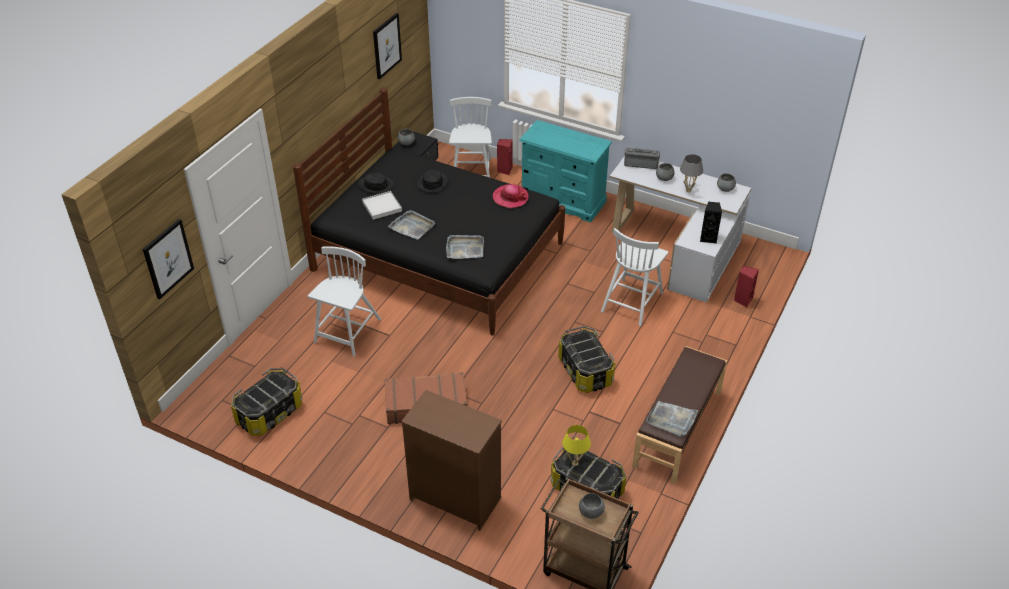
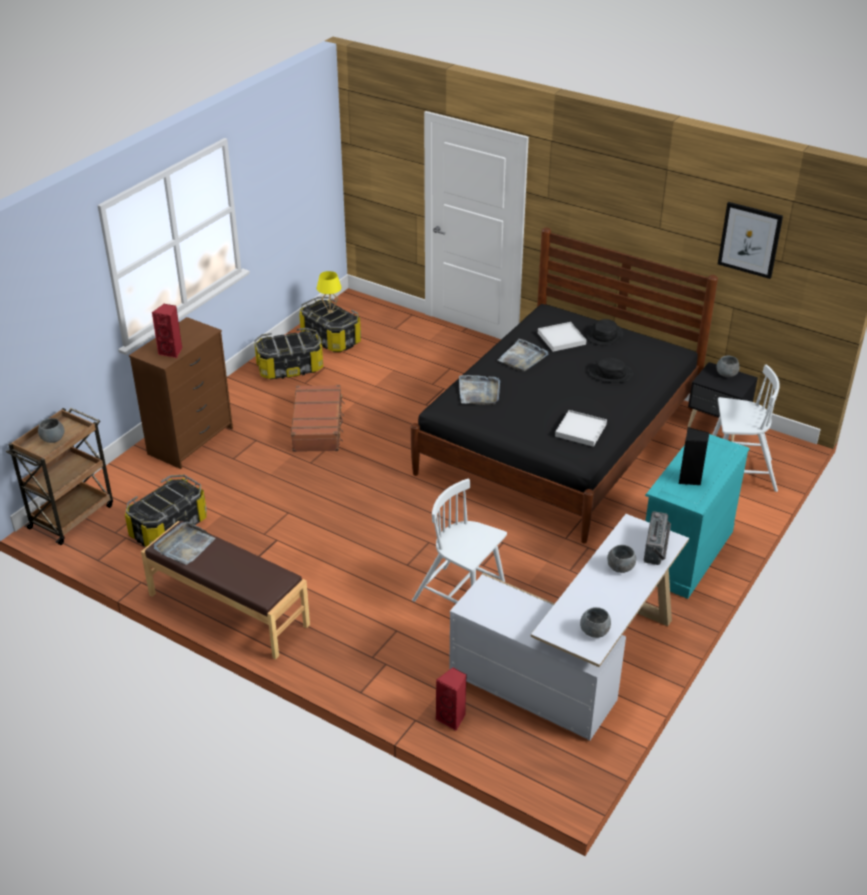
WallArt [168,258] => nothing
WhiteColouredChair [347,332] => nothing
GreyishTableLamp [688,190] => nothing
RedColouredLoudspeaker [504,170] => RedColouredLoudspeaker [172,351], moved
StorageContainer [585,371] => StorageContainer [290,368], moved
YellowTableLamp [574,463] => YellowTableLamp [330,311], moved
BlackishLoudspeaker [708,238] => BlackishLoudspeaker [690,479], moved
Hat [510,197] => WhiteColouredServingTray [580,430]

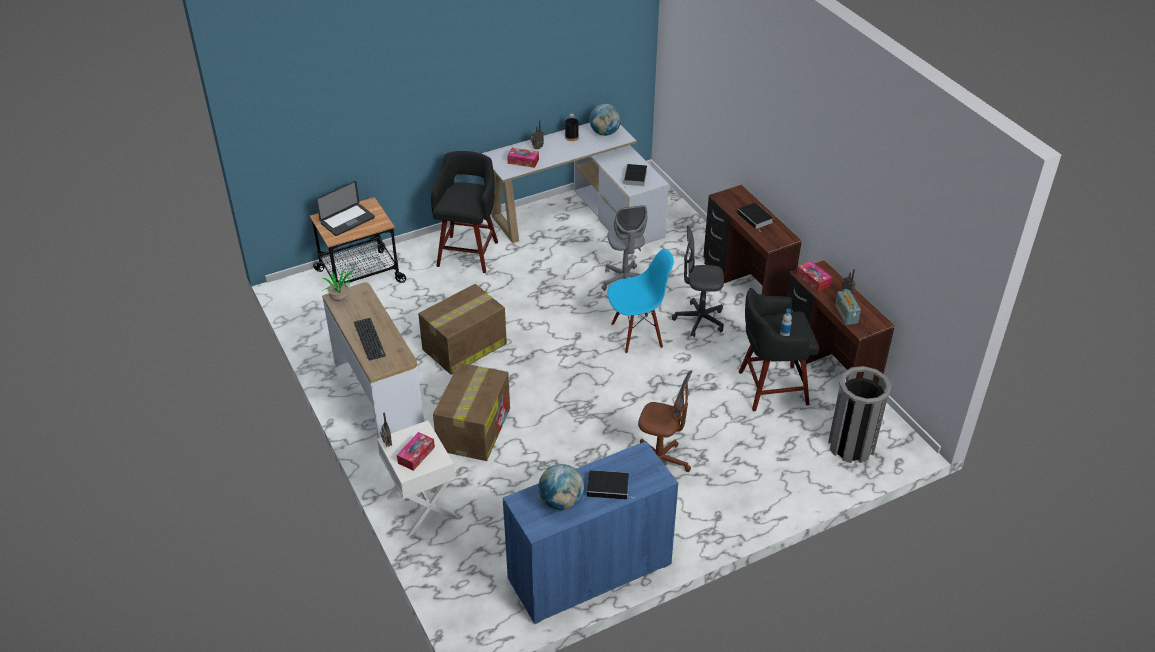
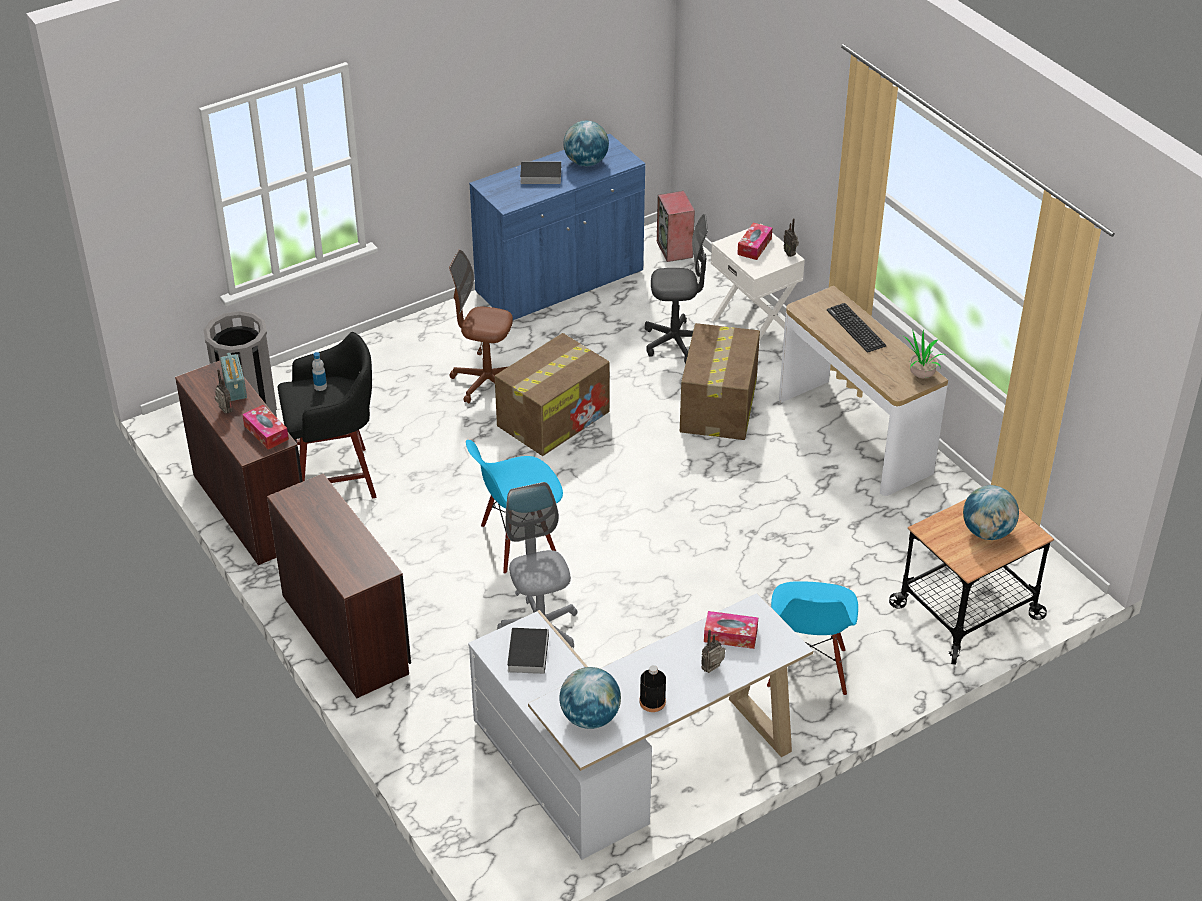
Book [755,218] => nothing
nothing => Loudspeaker [675,249]
PackingBox [463,347] => PackingBox [554,418], moved
GreyishOfficeChair [699,320] => GreyishOfficeChair [676,342], moved
PortableComputer [347,220] => Globe [987,532]
BlackishStoolSeat [468,252] => BlueChair [808,669]

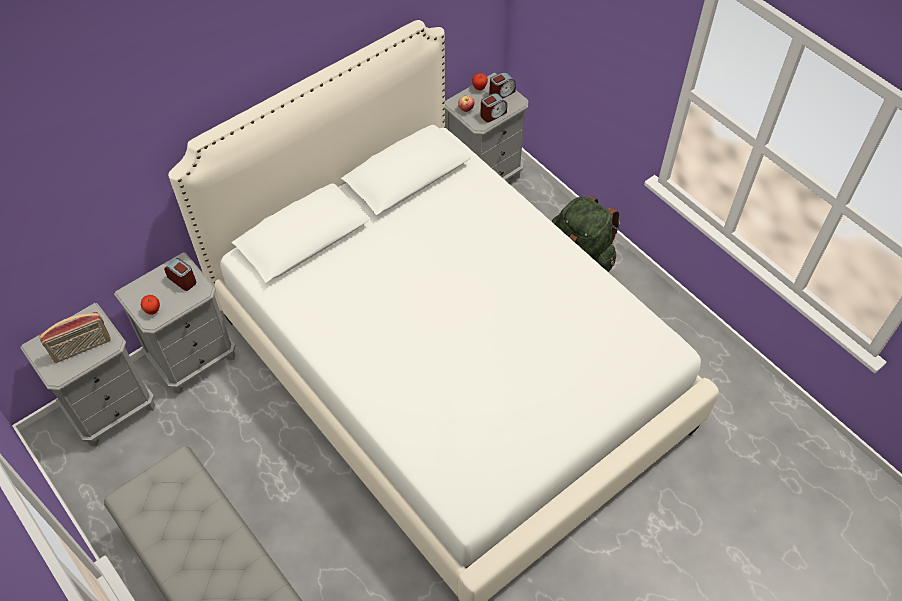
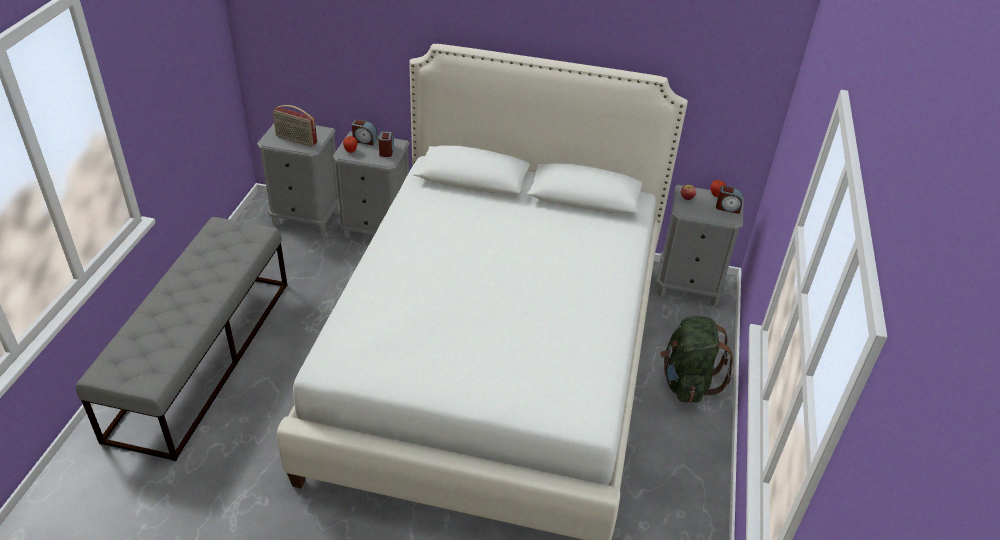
AlarmClock [493,114] => AlarmClock [364,140], moved

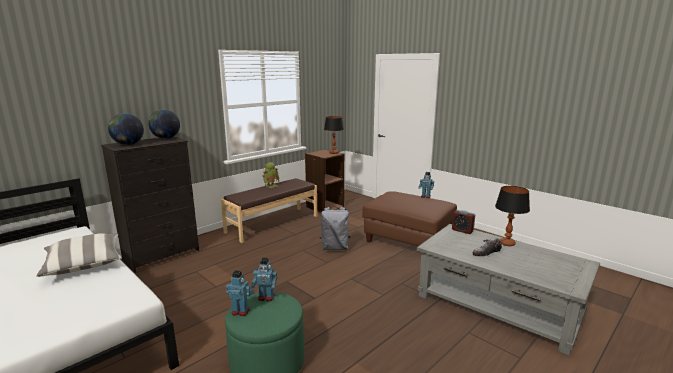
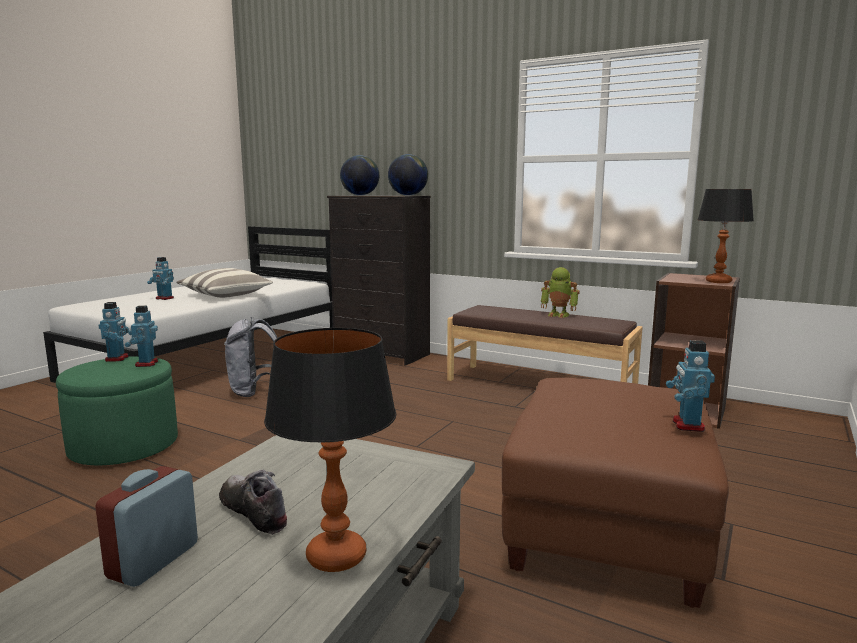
nothing => ModelRobot [164,298]
GreyishBackpack [335,248] => GreyishBackpack [254,392], moved
AlarmClock [462,230] => AlarmClock [153,560], moved

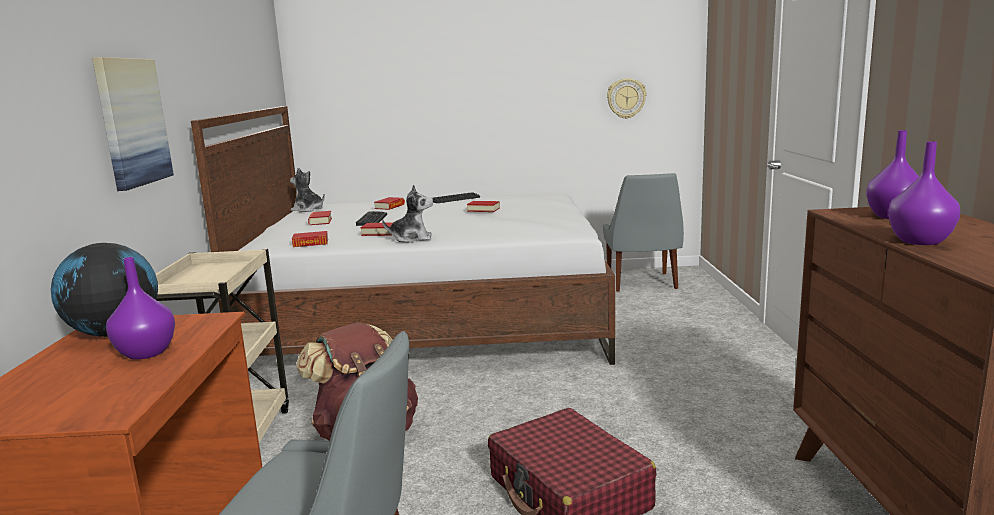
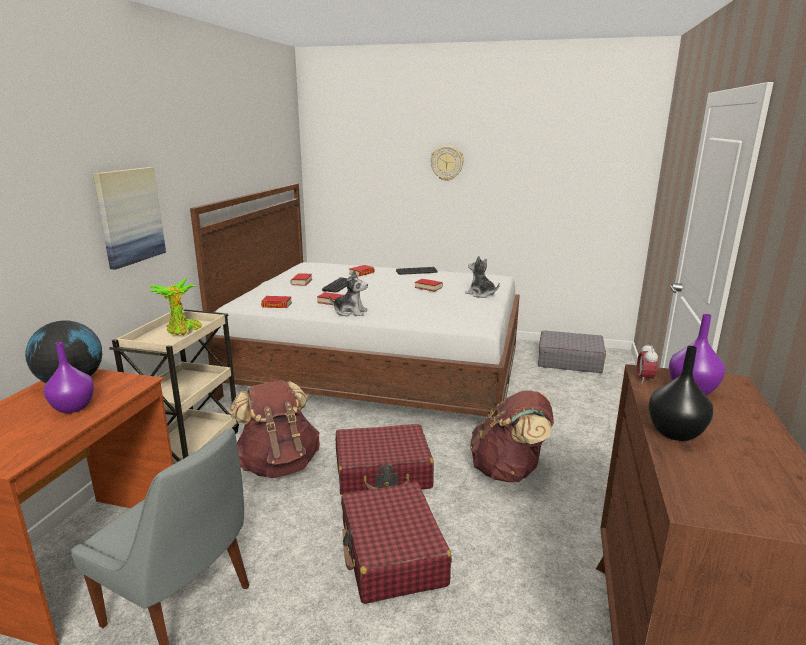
nothing => PottedPlant [182,331]
nothing => RedColouredPieceOfLuggage [383,472]
nothing => BrownColouredBackpack [509,471]
nothing => AlarmClock [644,379]
CuddlyToy [308,209] => CuddlyToy [481,294], moved
WallClock [626,98] => WallClock [447,163], moved
GreyishChair [642,283] => GreyishPieceOfLuggage [569,361]
PurpleVase [919,241] => BlackishVase [674,433]

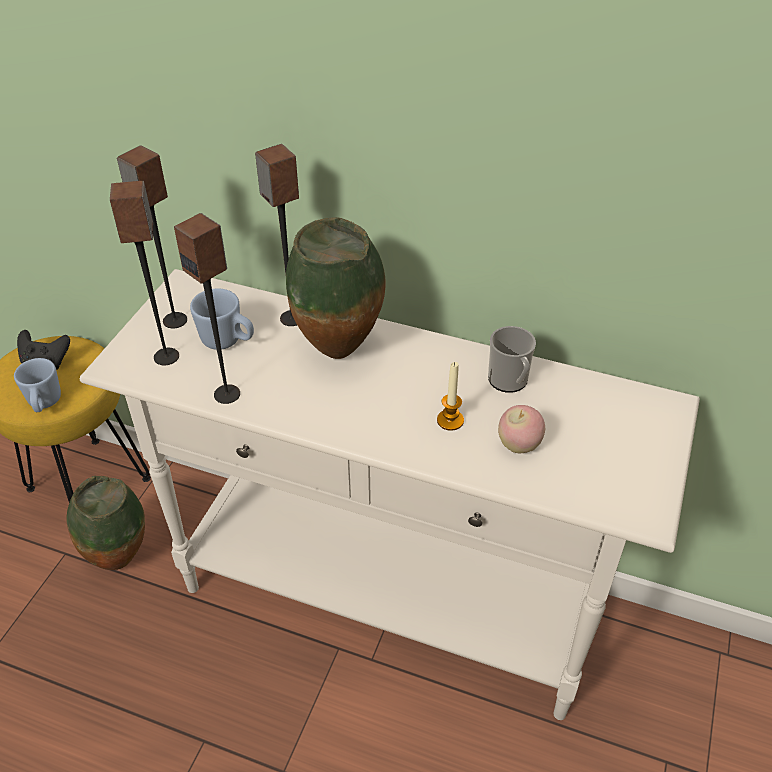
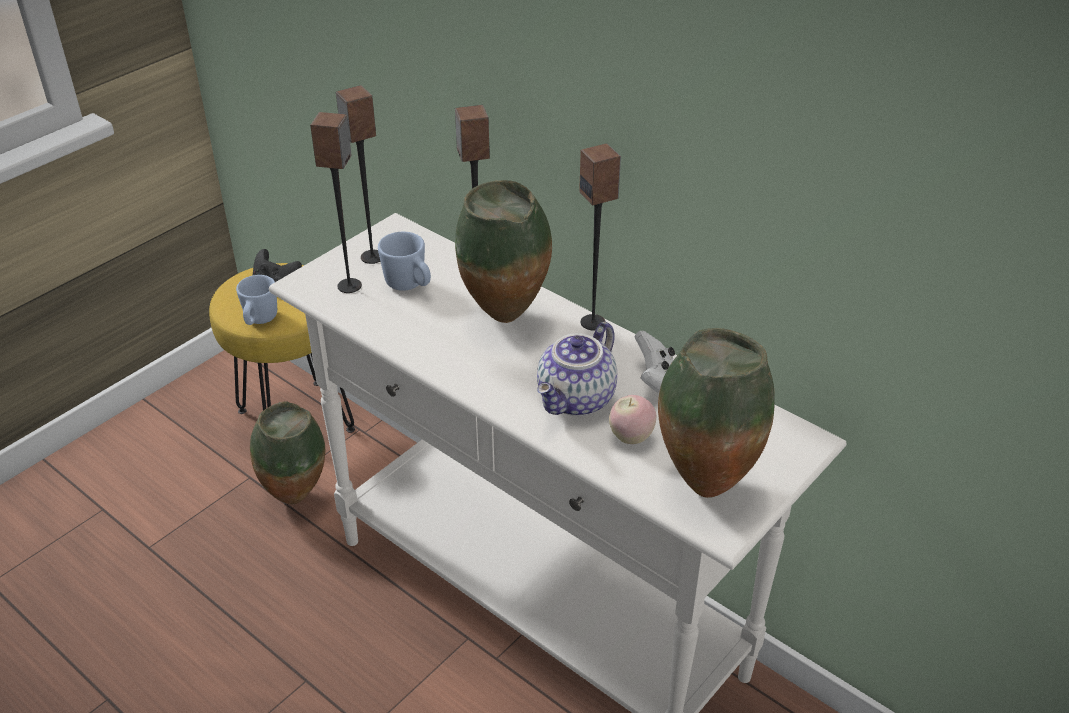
nothing => Vase [703,483]
Loudspeaker [227,394] => Loudspeaker [593,322], moved
Candle [450,420] => TeaPot [577,400]
TeaMug [510,382] => WhiteColouredJoypad [655,381]

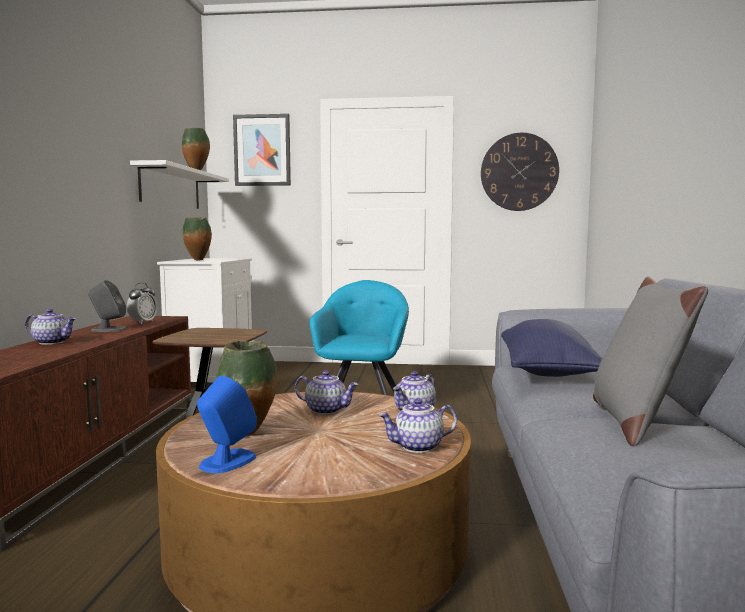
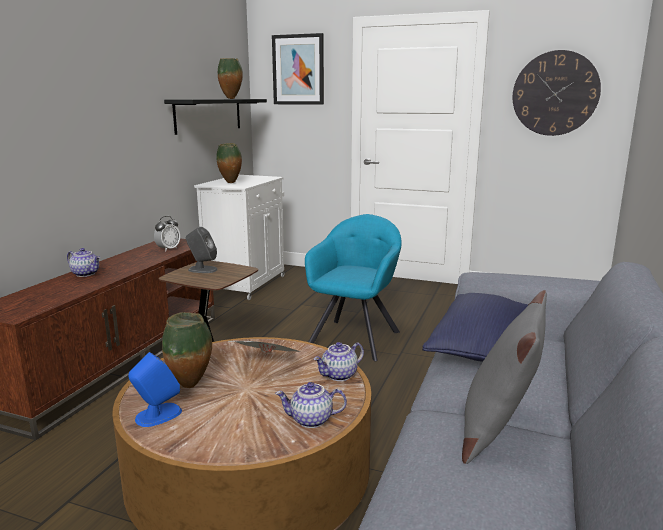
GreyishLoudspeaker [108,329] => GreyishLoudspeaker [202,269], moved
TeaPot [327,410] => Newspaper [268,364]
WhiteColouredShelf [171,188] => BlackishShelf [209,115]

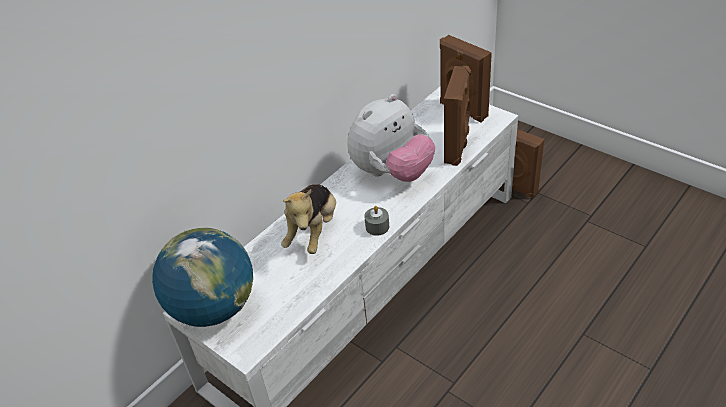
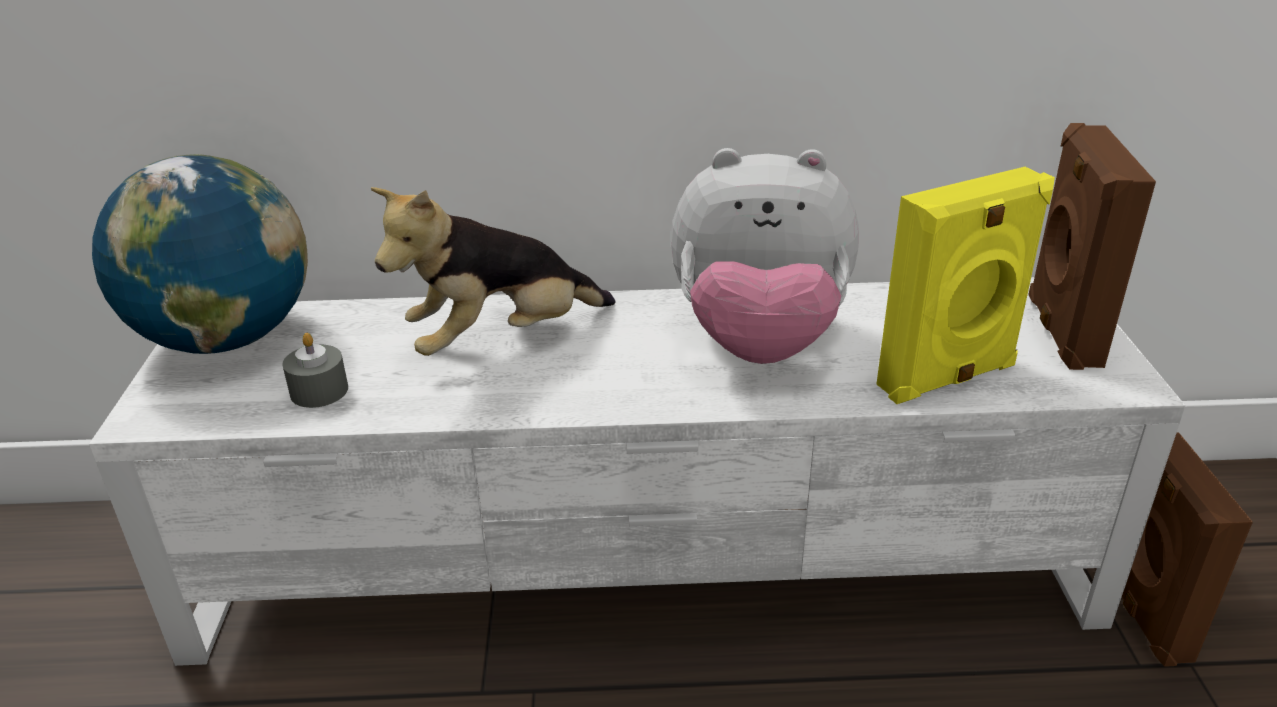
GreyishCandle [377,227] => GreyishCandle [319,391], moved
BrownColouredLoudspeaker [457,147] => YellowLoudspeaker [949,378]

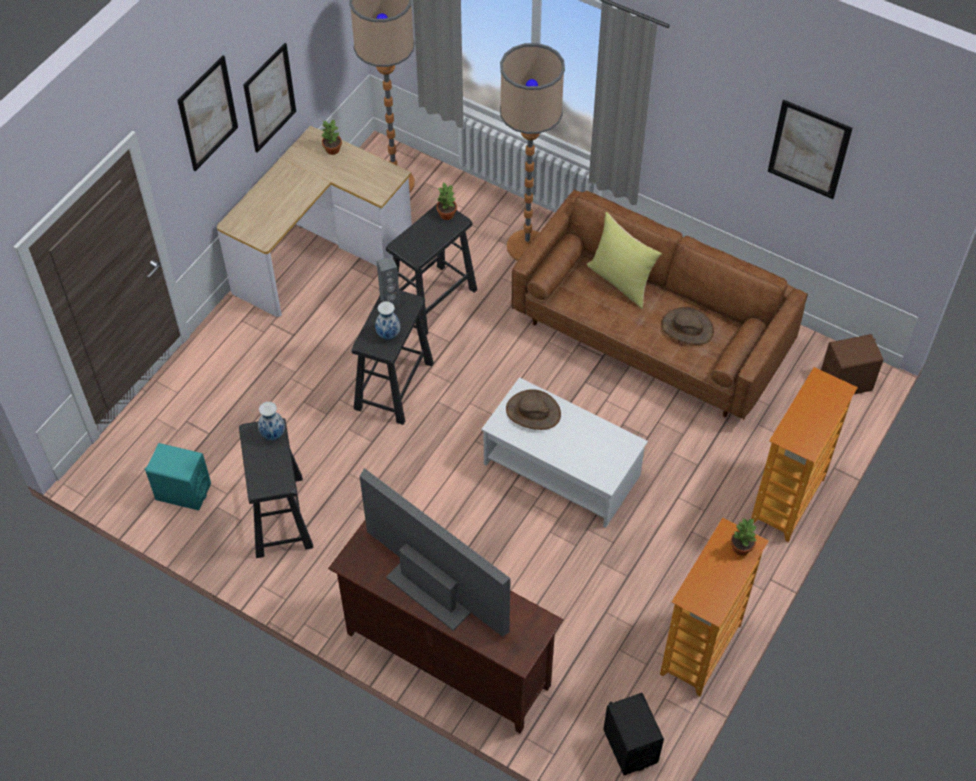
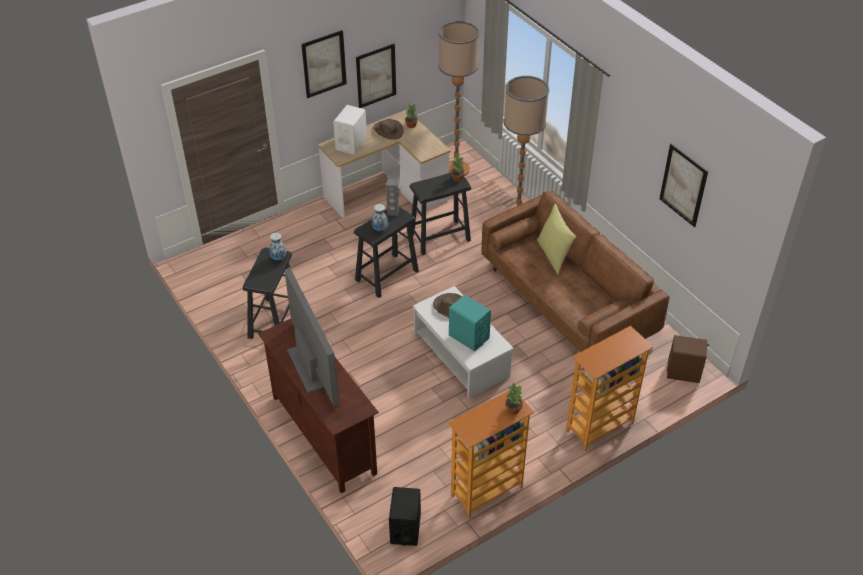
nothing => WhiteColouredLoudspeaker [351,144]
BlueGreenLoudspeaker [183,492] => BlueGreenLoudspeaker [468,337], moved
BrownColouredHat [687,328] => BrownColouredHat [388,130], moved

